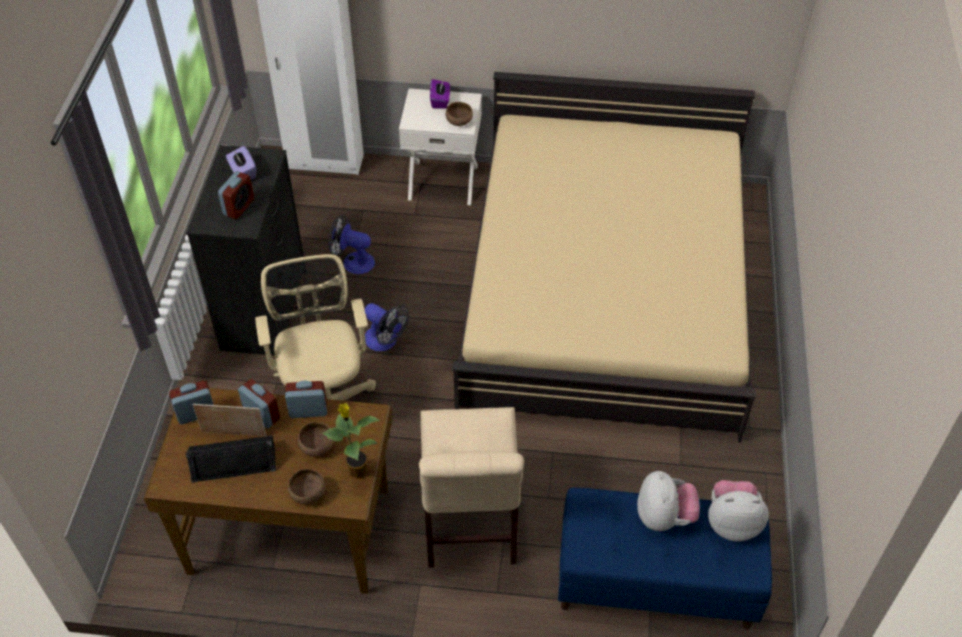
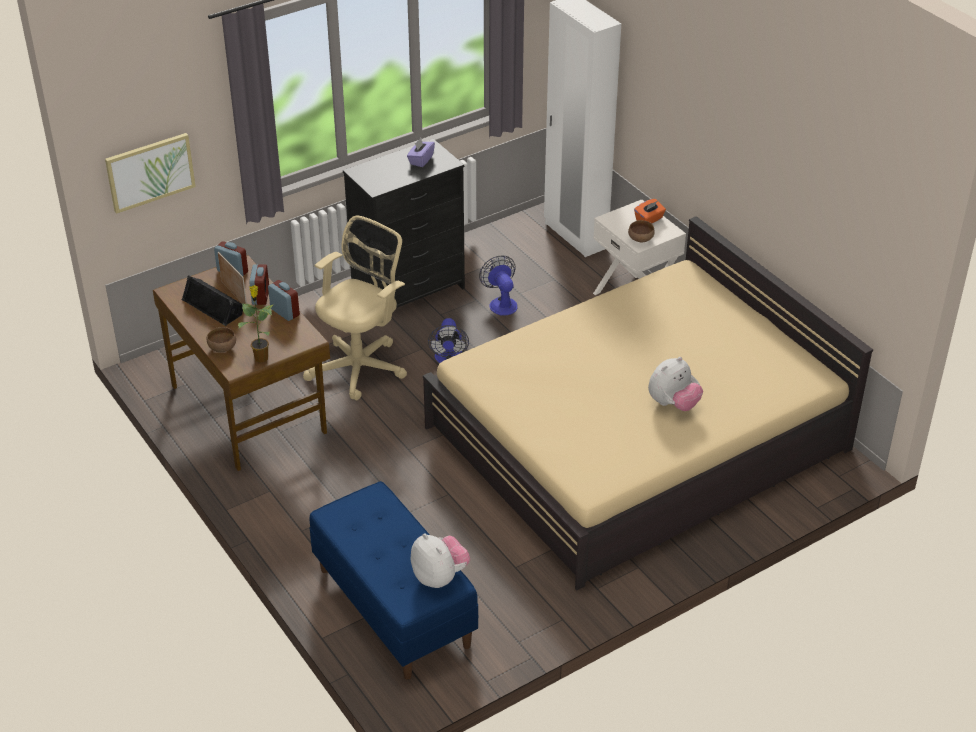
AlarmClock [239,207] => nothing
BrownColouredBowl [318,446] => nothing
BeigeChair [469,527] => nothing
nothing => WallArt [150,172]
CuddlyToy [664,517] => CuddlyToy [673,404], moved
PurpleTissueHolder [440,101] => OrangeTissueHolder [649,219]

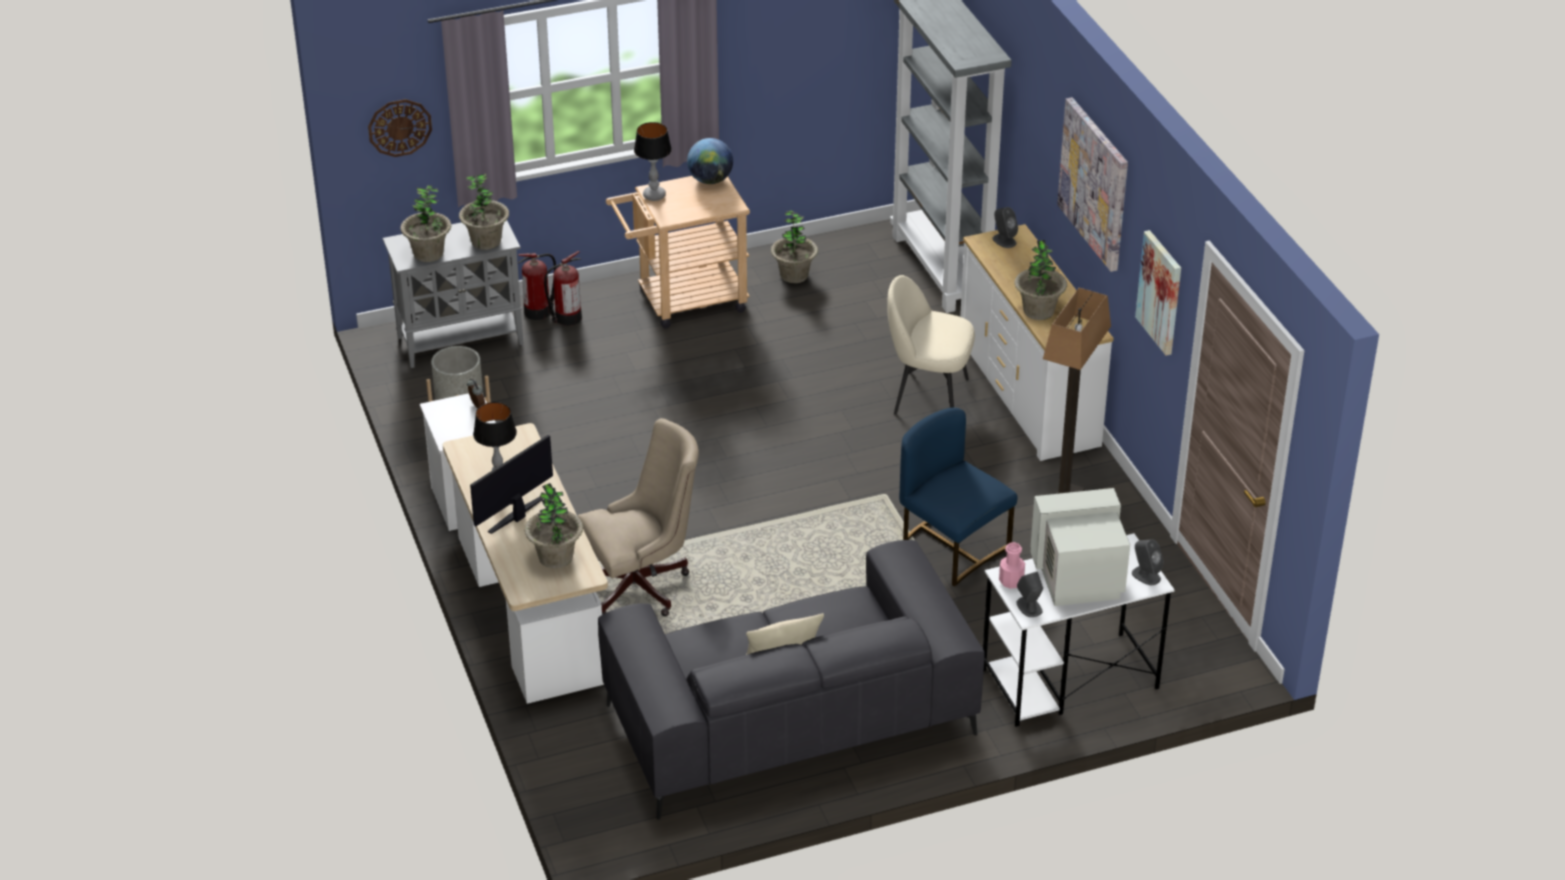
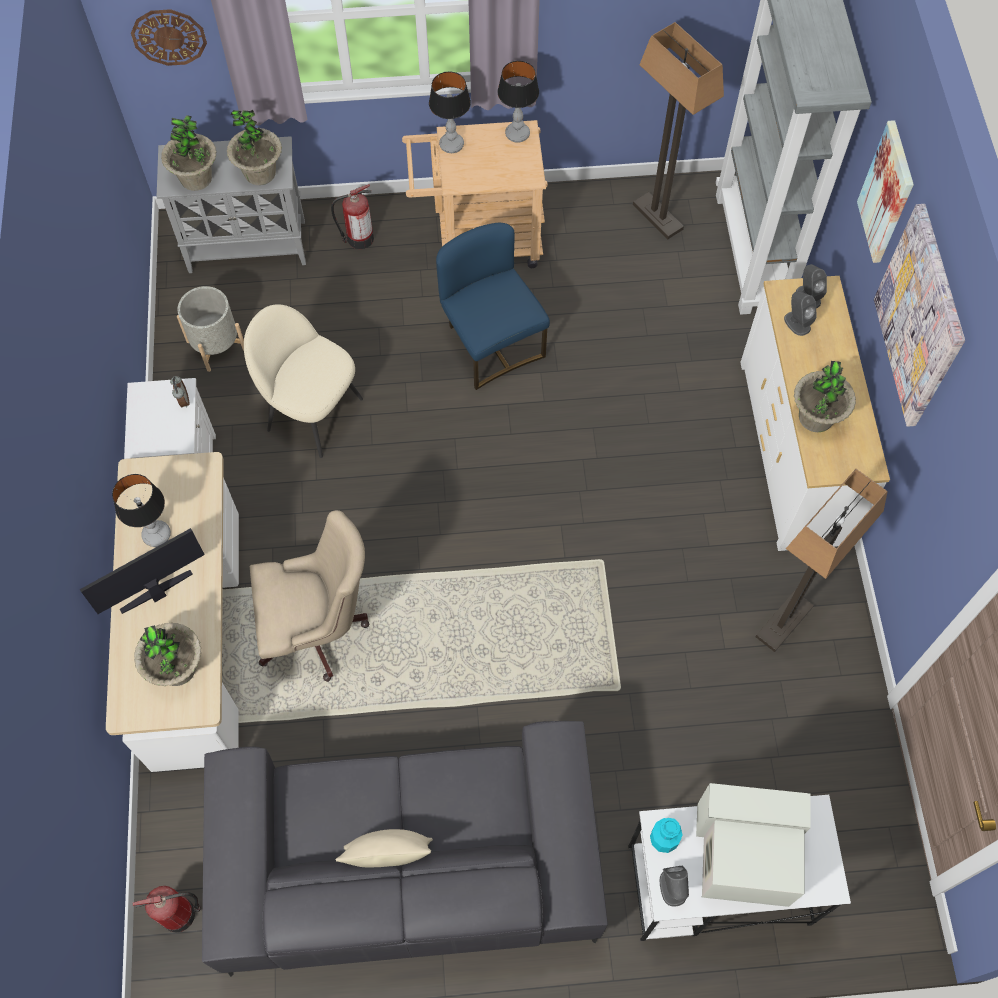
PottedPlant [794,275] => nothing
nothing => StandingLamp [658,217]
Extinguisher [539,311] => Extinguisher [180,913], moved
BeigeChair [928,395] => BeigeChair [312,412], moved
BlueChair [952,547] => BlueChair [491,343], moved
GreyishLoudspeaker [1145,575] => GreyishLoudspeaker [797,323], moved
WallArt [1160,292] => WallArt [887,193], moved
Globe [710,180] => TableLamp [518,134]
PinkDrinkBottle [1011,581] => BlueGreenDrinkBottle [664,838]

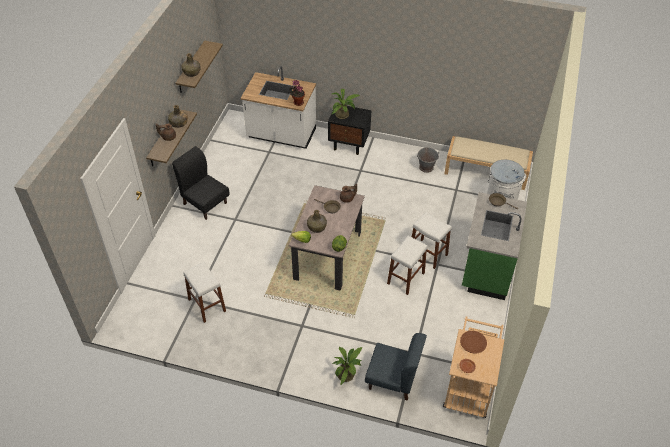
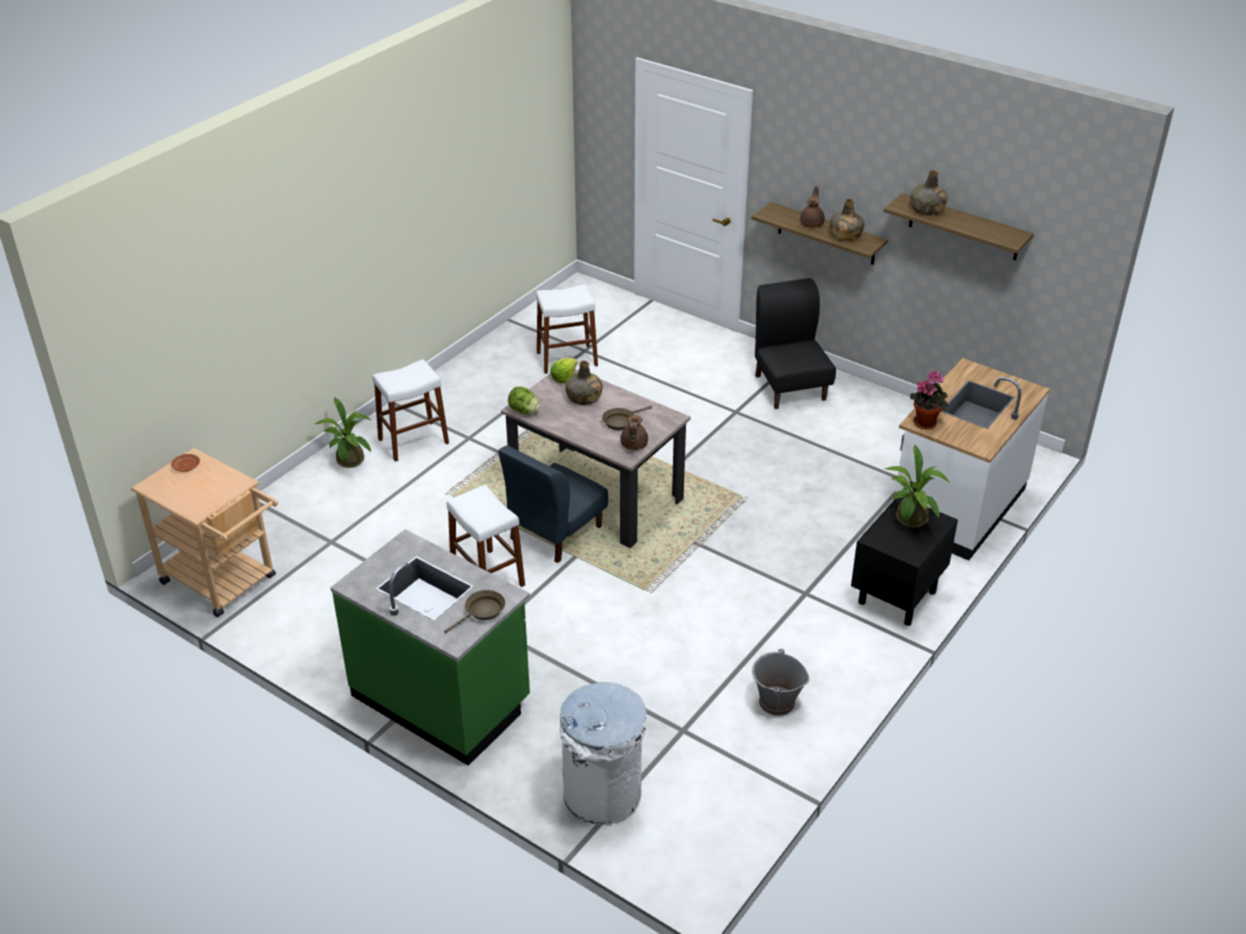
BeigeLongSeat [486,171] => nothing
BrownColouredDinnerPlate [473,342] => nothing
BlueChair [392,380] => BlueChair [555,532], moved
WhiteColouredStoolSeat [428,253] => WhiteColouredStoolSeat [413,441], moved
BlackishChair [205,203] => BlackishChair [790,387], 75 degrees counterclockwise

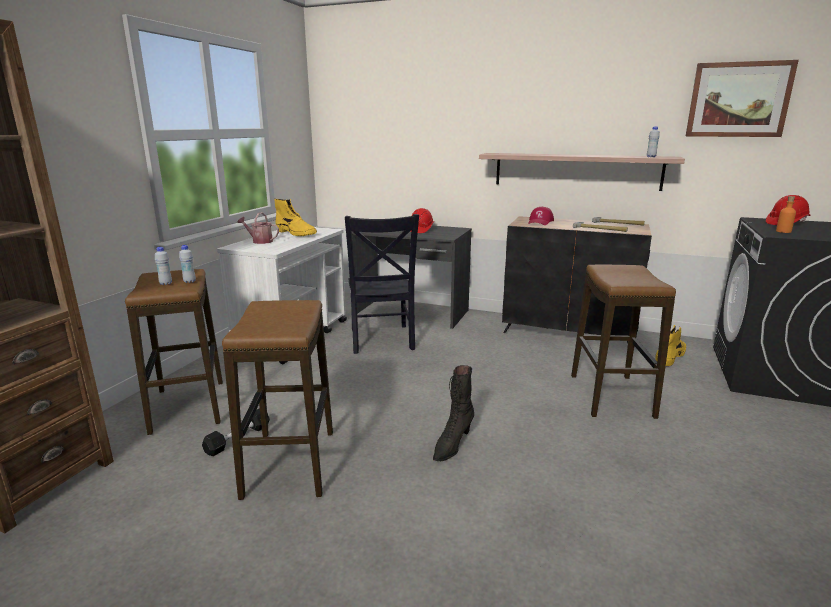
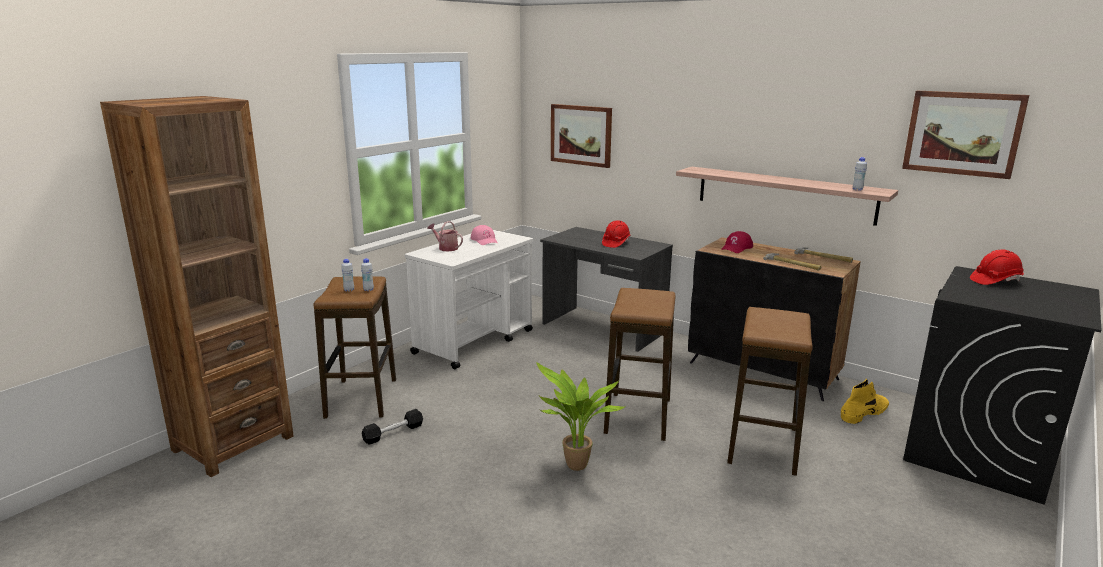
BlackishChair [381,340] => nothing
OrangeDrinkBottle [783,231] => nothing
nothing => WallArt [581,135]
StoolSeat [290,464] => StoolSeat [638,416], moved
YellowHighTopBoot [296,233] => PinkBaseballCap [484,240]
BlackishHighTopBoot [452,445] => PottedPlant [575,468]

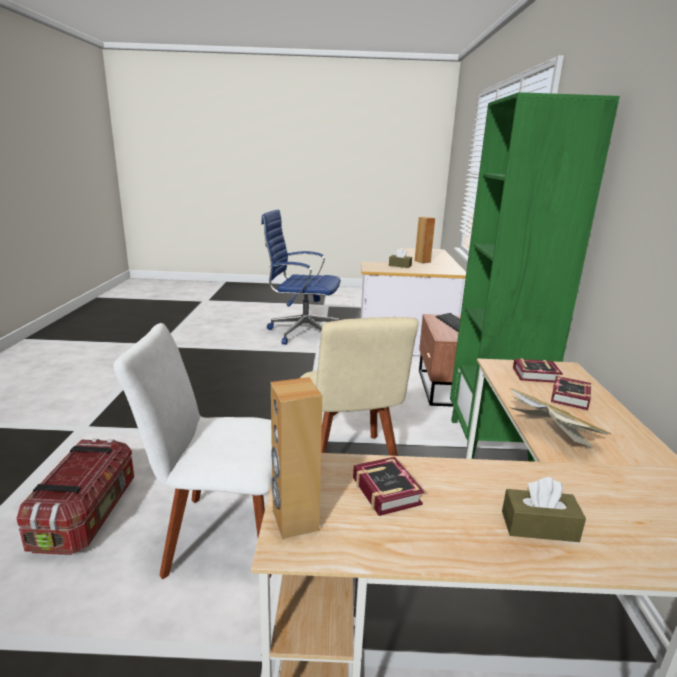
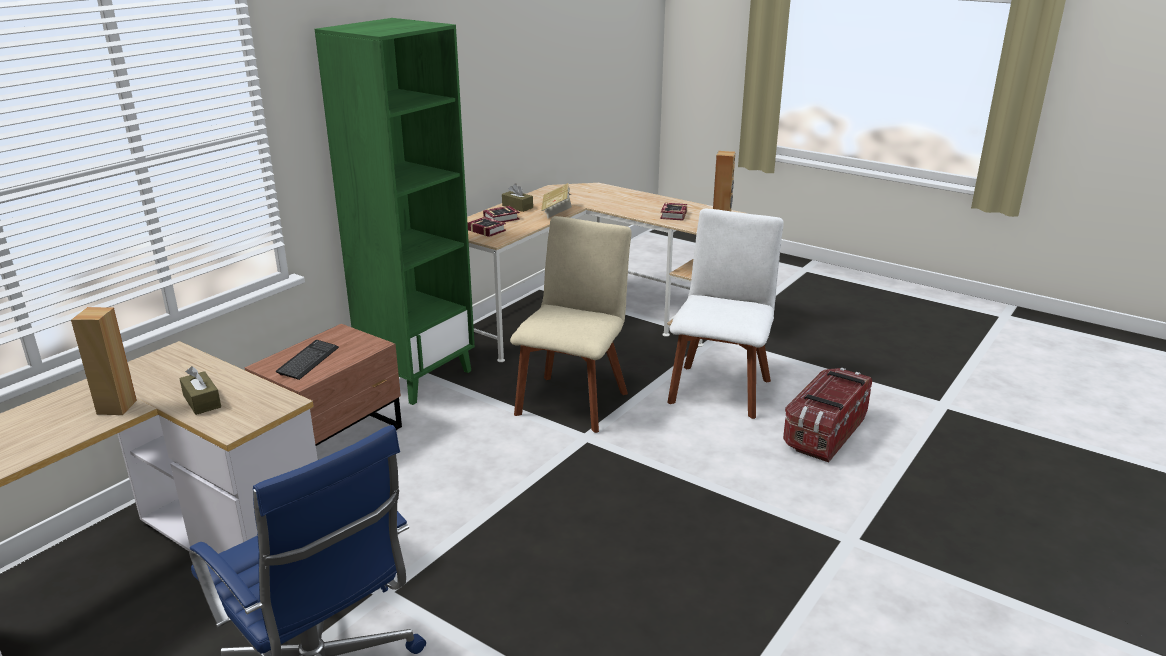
BrownColouredTissueHolder [539,526] => BrownColouredTissueHolder [517,207], moved
WhiteColouredChair [219,535] => WhiteColouredChair [720,388], 105 degrees counterclockwise

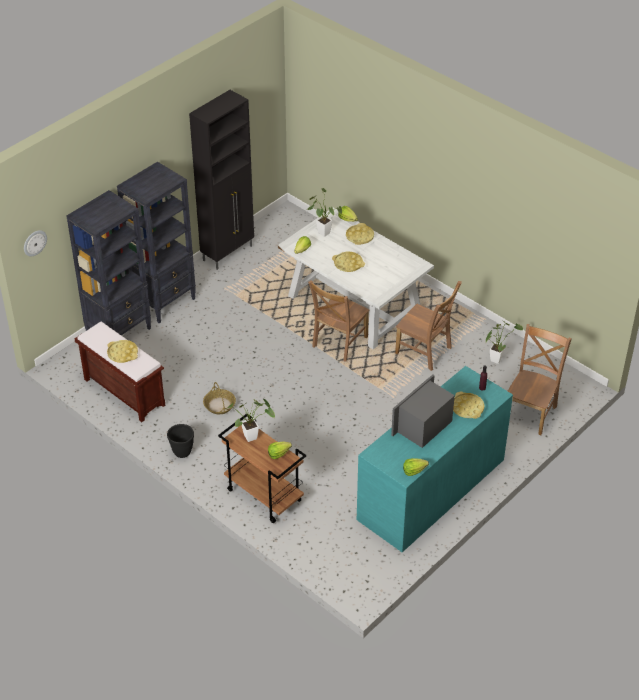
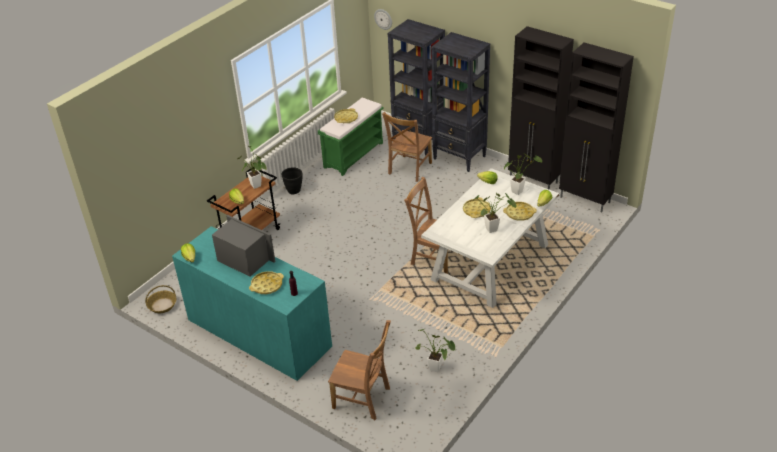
nothing => PottedPlant [494,229]
nothing => BlackishCupboard [585,200]
StorageBasket [219,405] => StorageBasket [162,305], moved
BrownColouredChair [425,352] => BrownColouredChair [409,169], moved
BrownColouredLongSeat [123,392] => GreenColouredLongSeat [353,154]

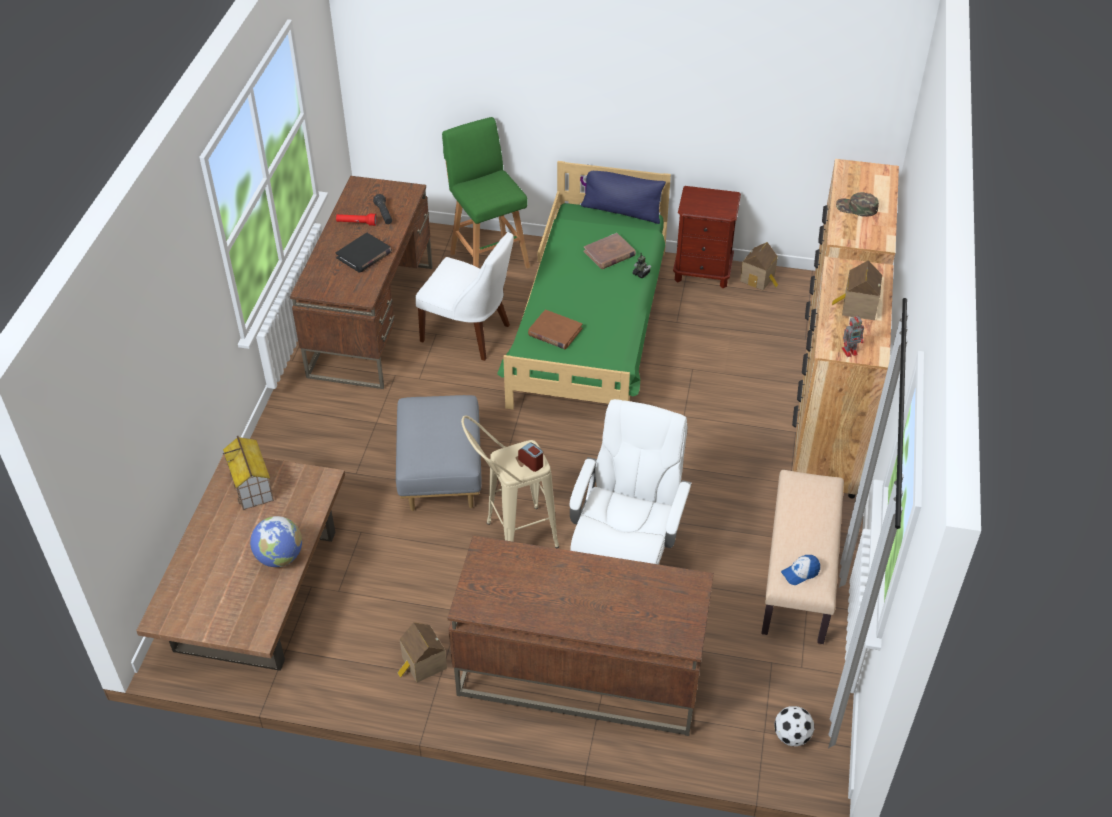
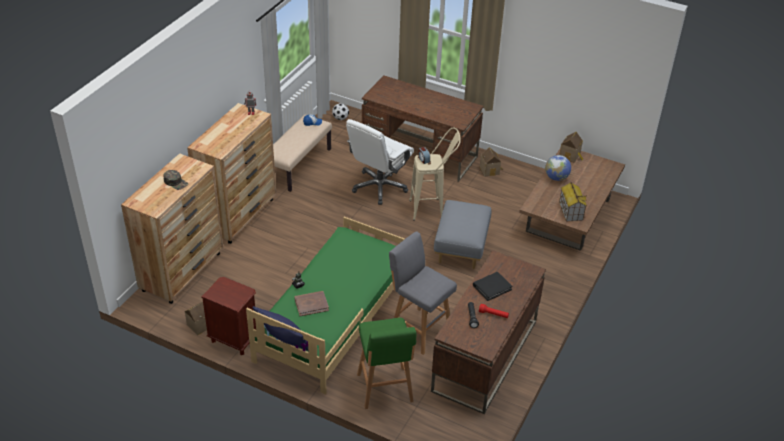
BrownColouredBook [555,332] => nothing
MiniatureHouse [857,307] => MiniatureHouse [570,155], moved
WhiteColouredChair [469,334] => GreyishStoolSeat [419,330]

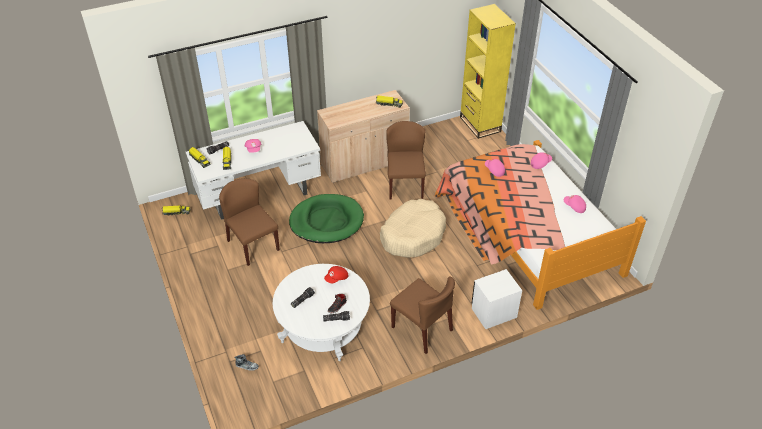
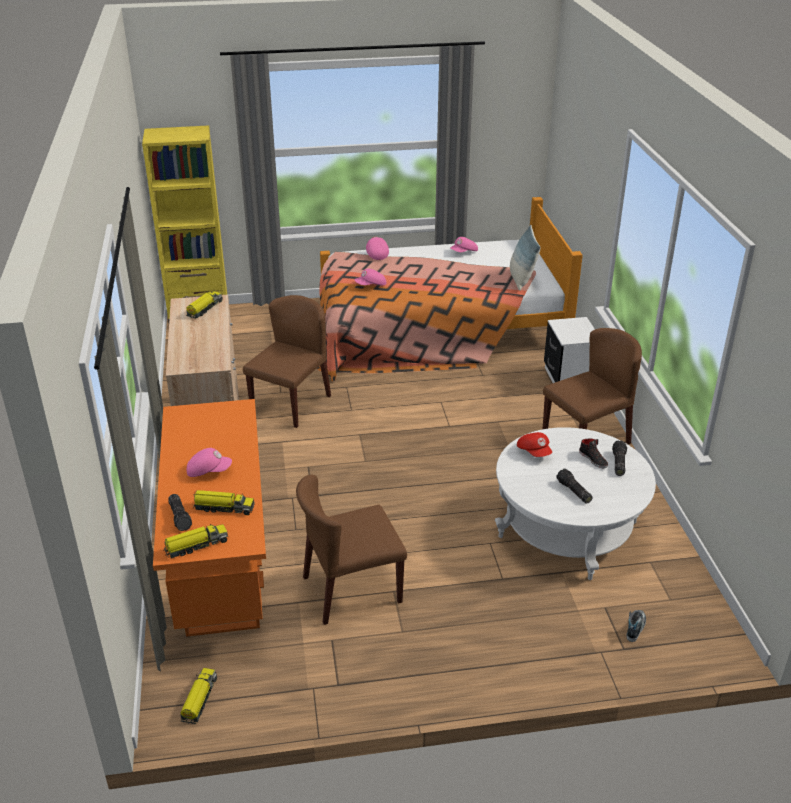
GreenColouredPetBed [326,221] => nothing
BeigePetBed [413,235] => nothing
nothing => Pillow [521,279]
WhiteColouredDeskTable [259,195] => OrangeDeskTable [220,566]
BrownColouredChair [405,185] => BrownColouredChair [291,403], 105 degrees clockwise

